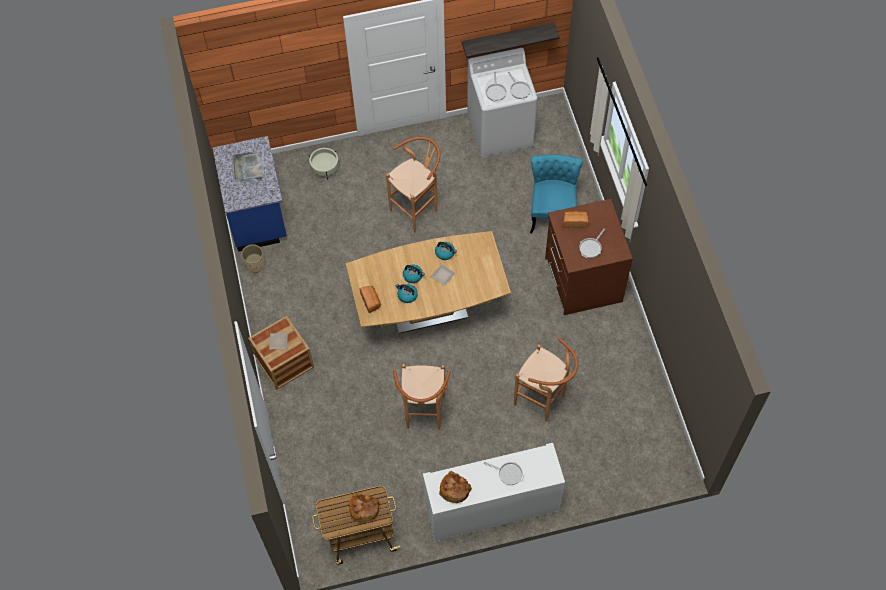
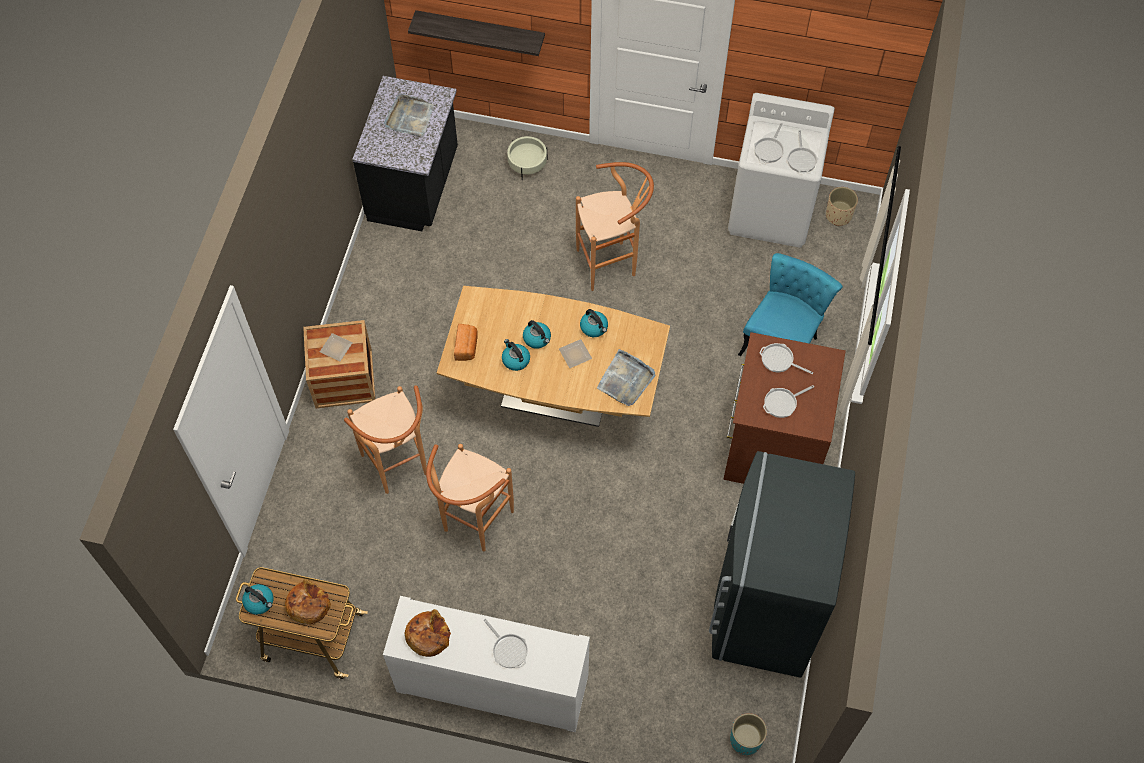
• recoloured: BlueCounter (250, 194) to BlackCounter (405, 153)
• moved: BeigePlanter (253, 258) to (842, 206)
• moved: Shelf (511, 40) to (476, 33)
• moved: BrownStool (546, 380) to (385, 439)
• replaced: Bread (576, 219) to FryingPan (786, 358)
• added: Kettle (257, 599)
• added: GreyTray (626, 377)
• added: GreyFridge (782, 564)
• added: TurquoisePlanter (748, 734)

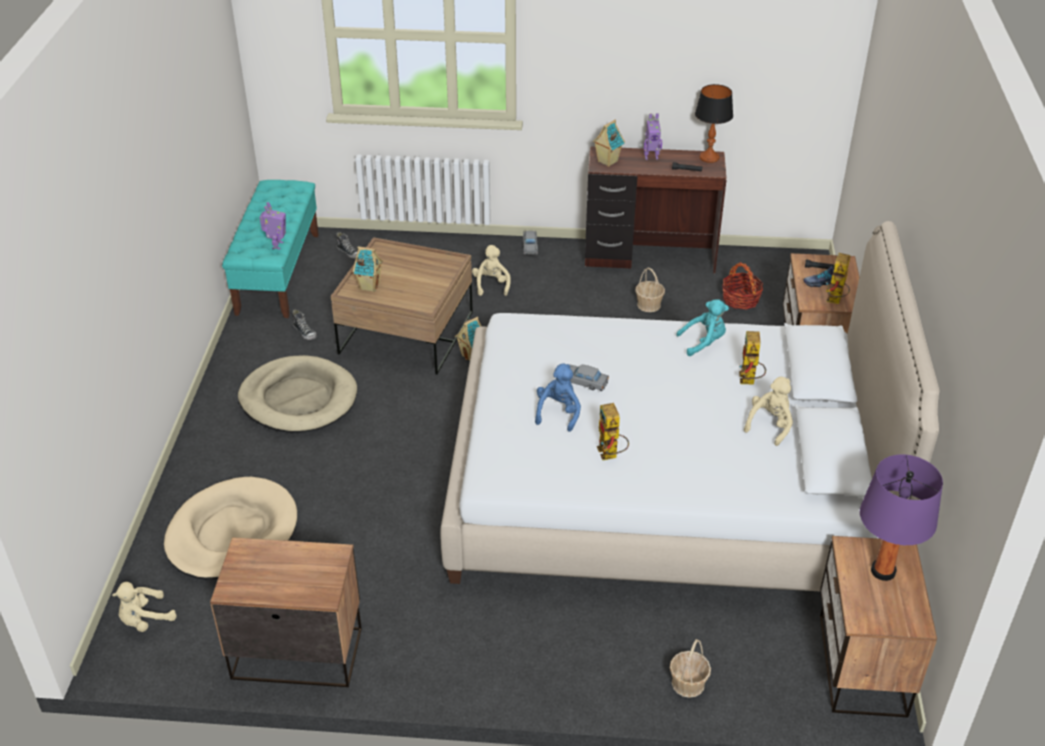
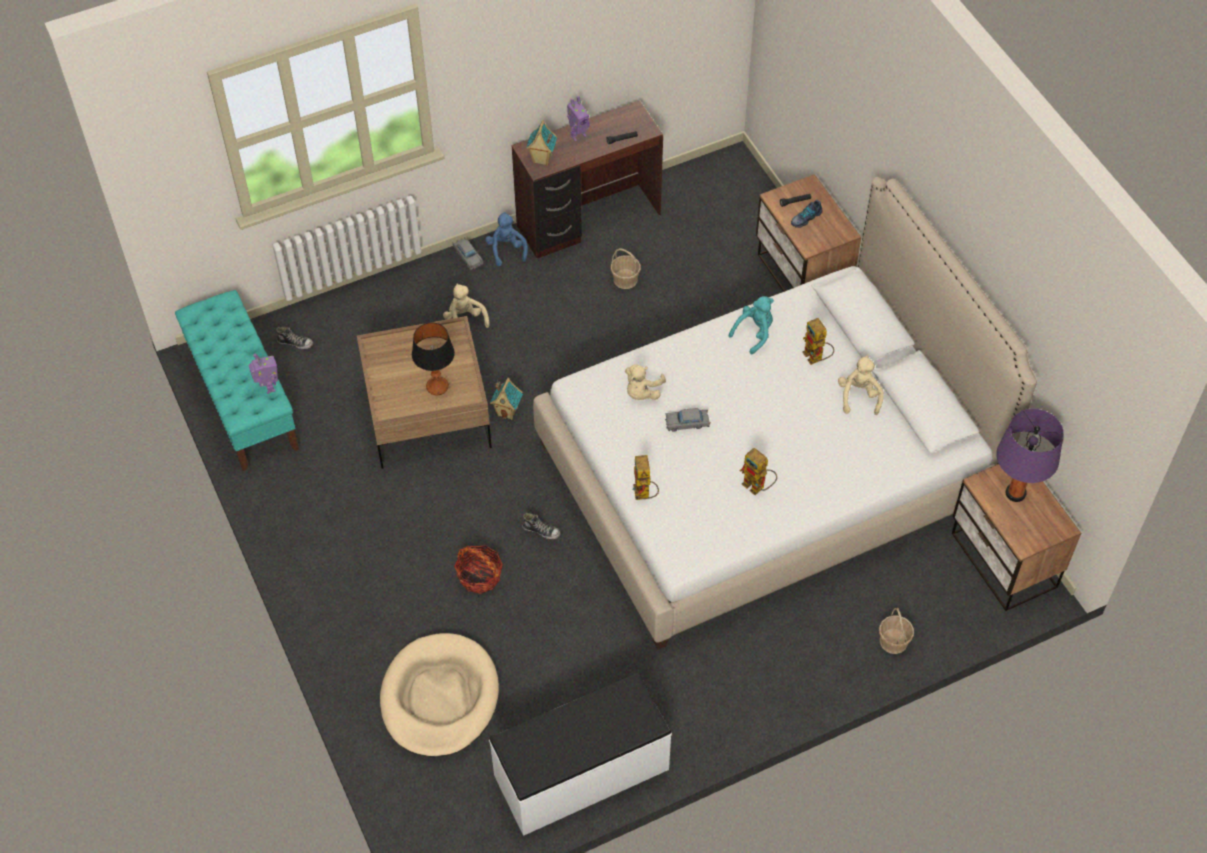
• moved: BeigePlushToy (144, 607) to (645, 382)
• replaced: Nightstand (286, 612) to WhiteBench (580, 754)
• removed: BeigeDogBed (297, 394)
• moved: Shoe (305, 325) to (541, 526)
• removed: ToyHouse (368, 269)
• moved: BluePlushToy (558, 398) to (506, 239)
• moved: TableLamp (714, 123) to (433, 359)
• moved: Basket (742, 286) to (478, 569)
• moved: ToyRobot (838, 278) to (645, 477)

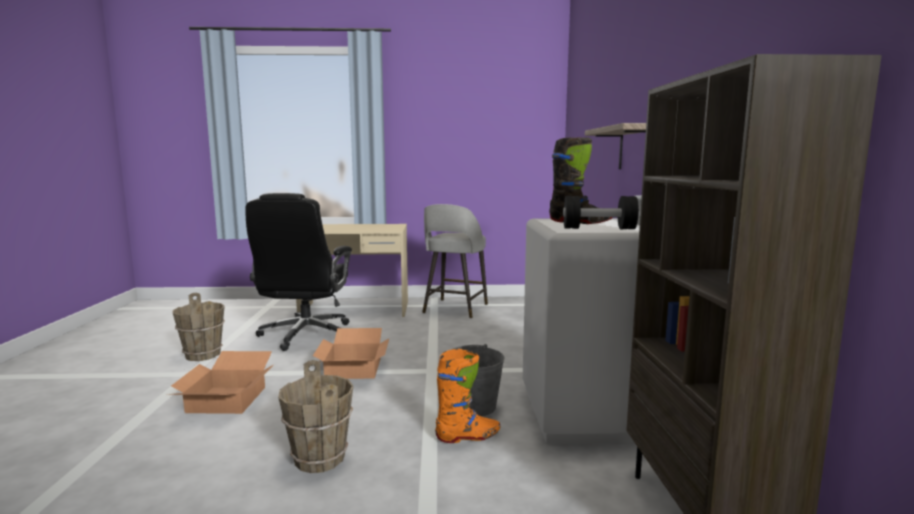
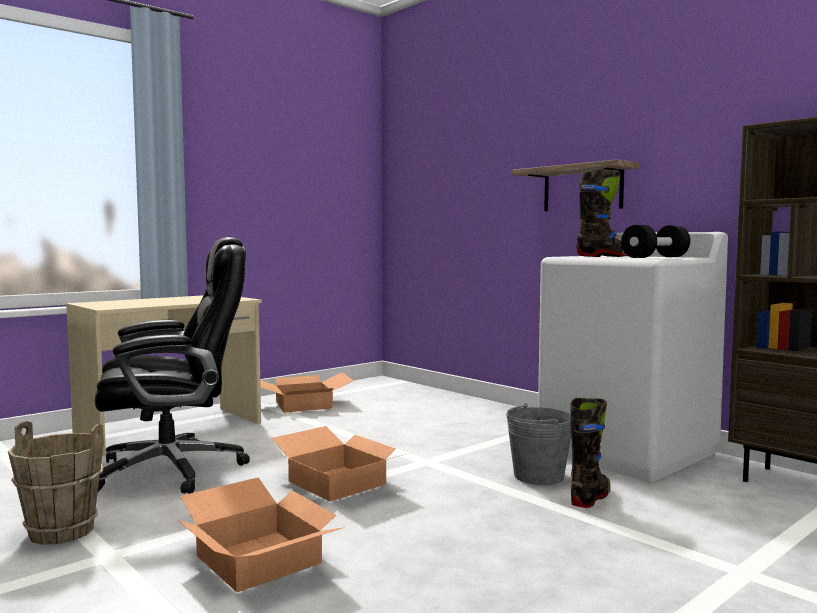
• turned: BlackOfficeChair (298, 272) = (172, 365) 75 degrees counterclockwise
• removed: BrownBucket (315, 416)
• replaced: GreyStool (455, 261) to CardboardBox (307, 392)
• recoloured: OrangeBoot (467, 396) to BlackBoot (590, 453)

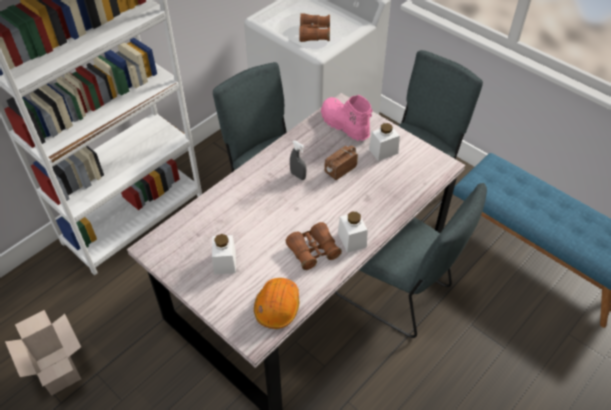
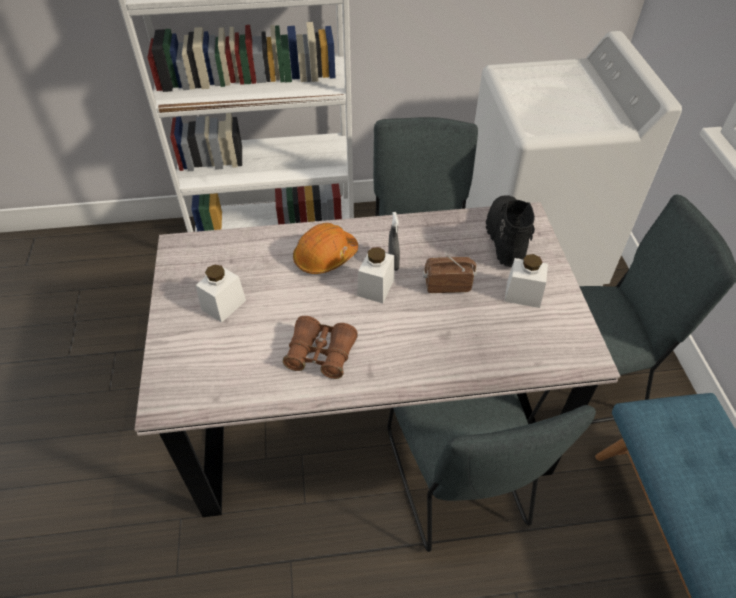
• removed: CardboardBox (43, 353)
• moved: OrangeHardHat (276, 303) to (325, 248)
• removed: BrownBinoculars (314, 27)
• recoloured: PinkBoot (347, 118) to BlackBoot (510, 231)
• moved: WhiteJar (353, 232) to (375, 275)

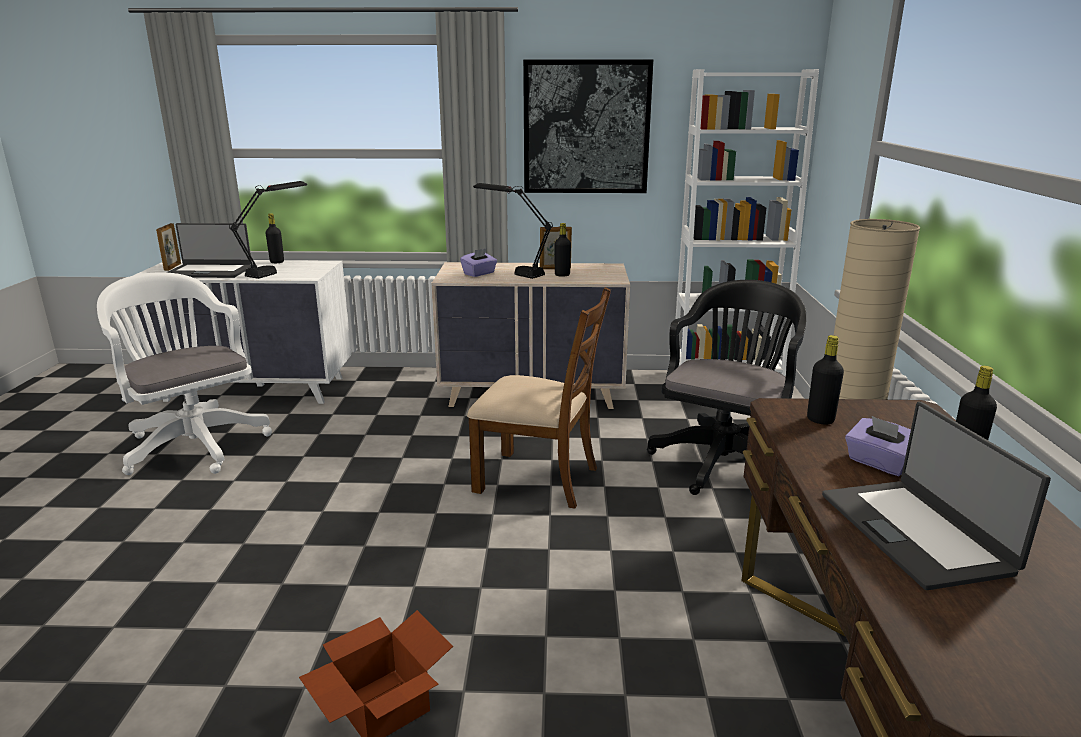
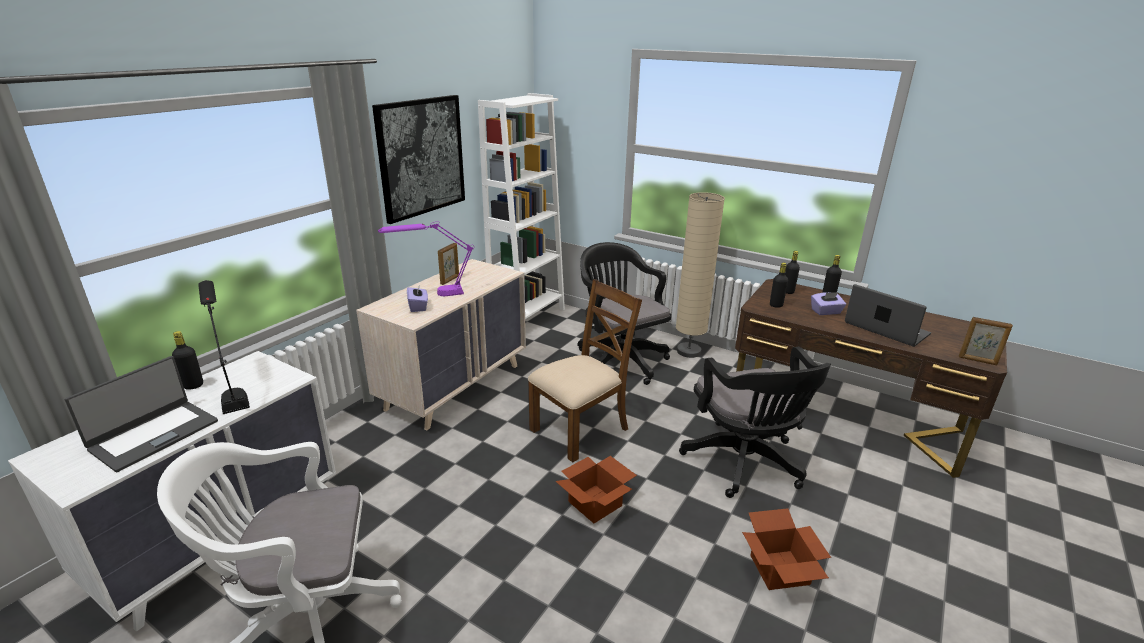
• moved: PictureFrame (168, 247) to (986, 341)
• recoloured: BlackTableLamp (513, 231) to PurpleTableLamp (426, 259)
• moved: BlackBottle (562, 250) to (792, 272)
• turned: Laptop (936, 496) = (888, 315) 150 degrees counterclockwise
• added: CardboardBox (596, 489)
• added: BlackOfficeChair (755, 422)

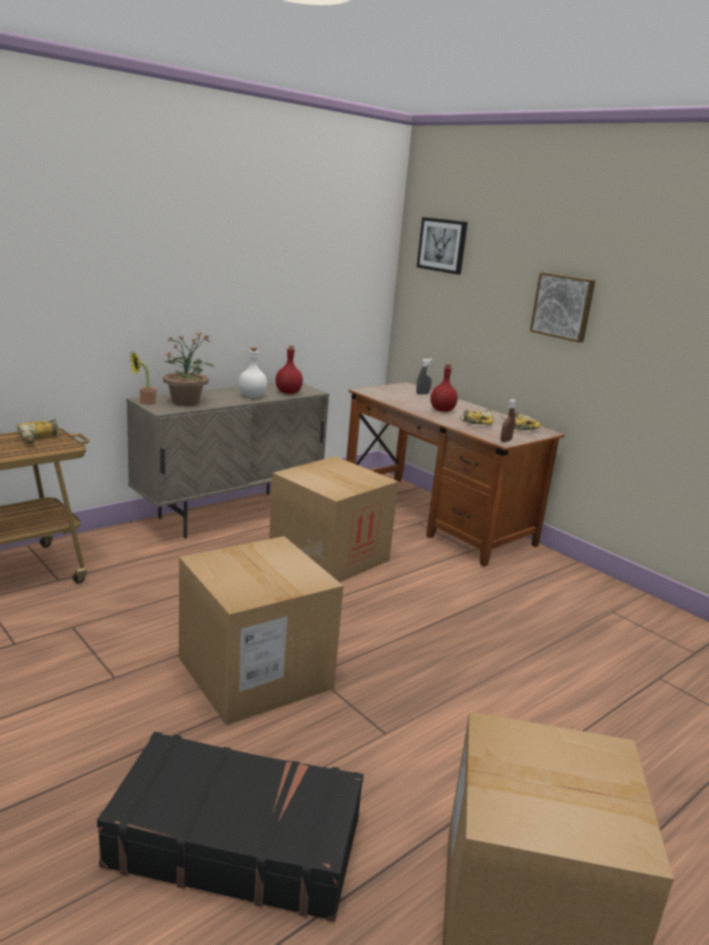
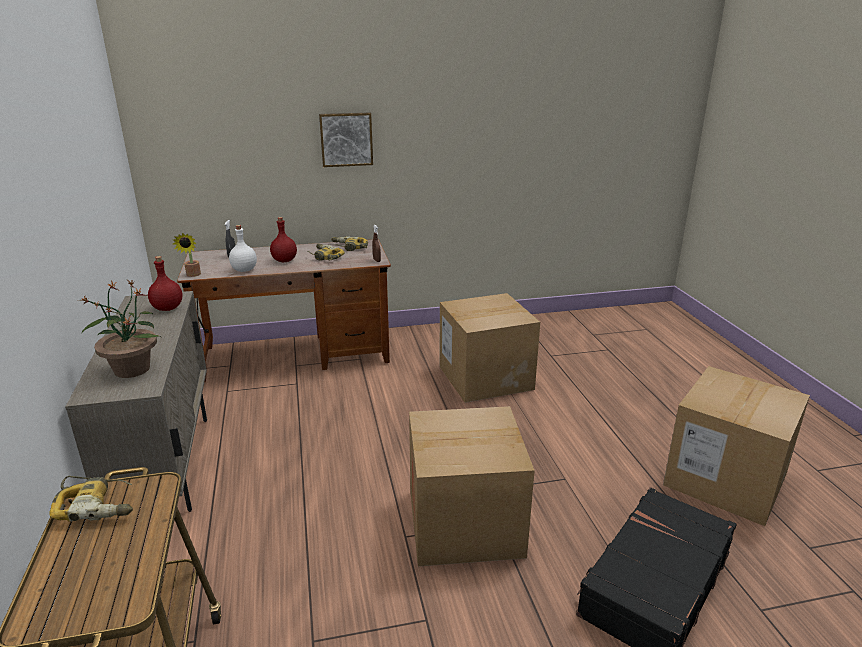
• moved: PottedPlant (142, 378) to (187, 255)
• moved: WhiteBottle (252, 372) to (243, 248)
• moved: CardboardBox (334, 519) to (489, 348)
• removed: Picture (442, 246)

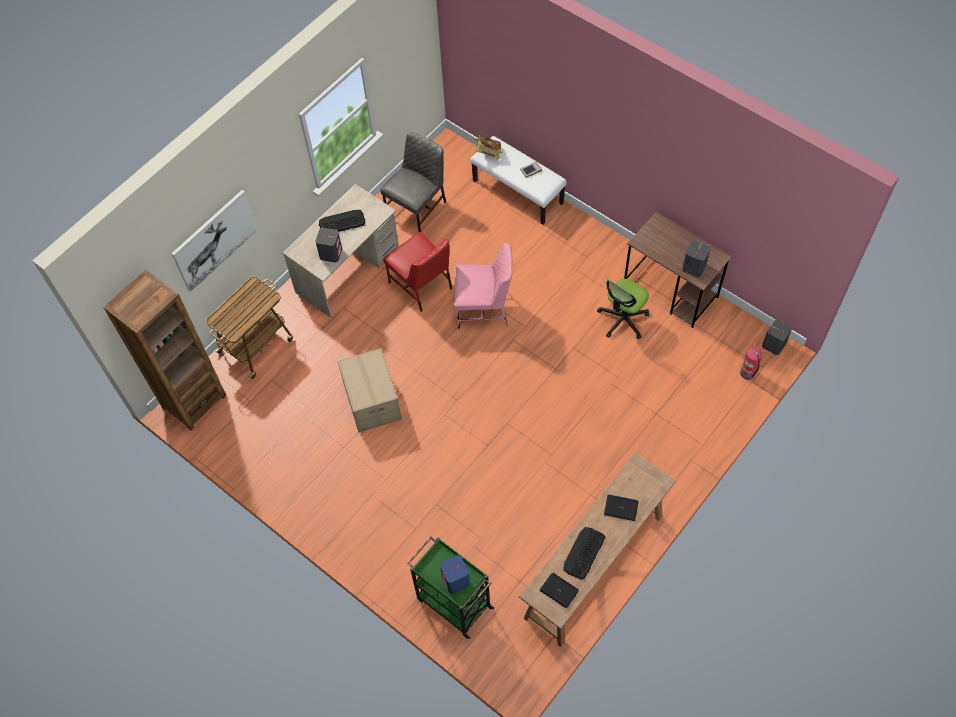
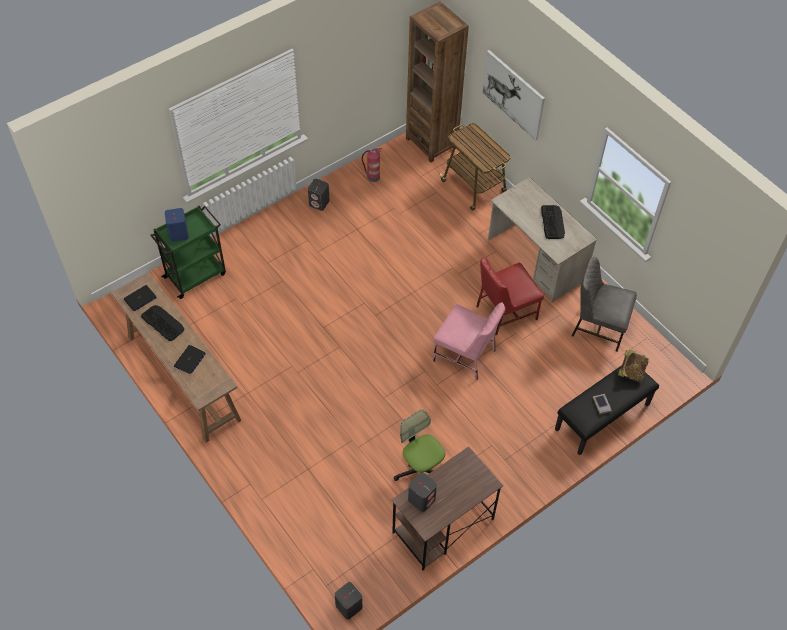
• moved: GreySpeaker (328, 245) to (319, 195)
• removed: CardboardBox (370, 390)
• turned: GreyChair (413, 182) = (604, 304) 150 degrees clockwise
• turned: PinkChair (483, 286) = (469, 341) 75 degrees counterclockwise
• recoloured: WhiteBench (518, 180) to BlackBench (607, 410)
• moved: FireExtinguisher (751, 360) to (372, 165)

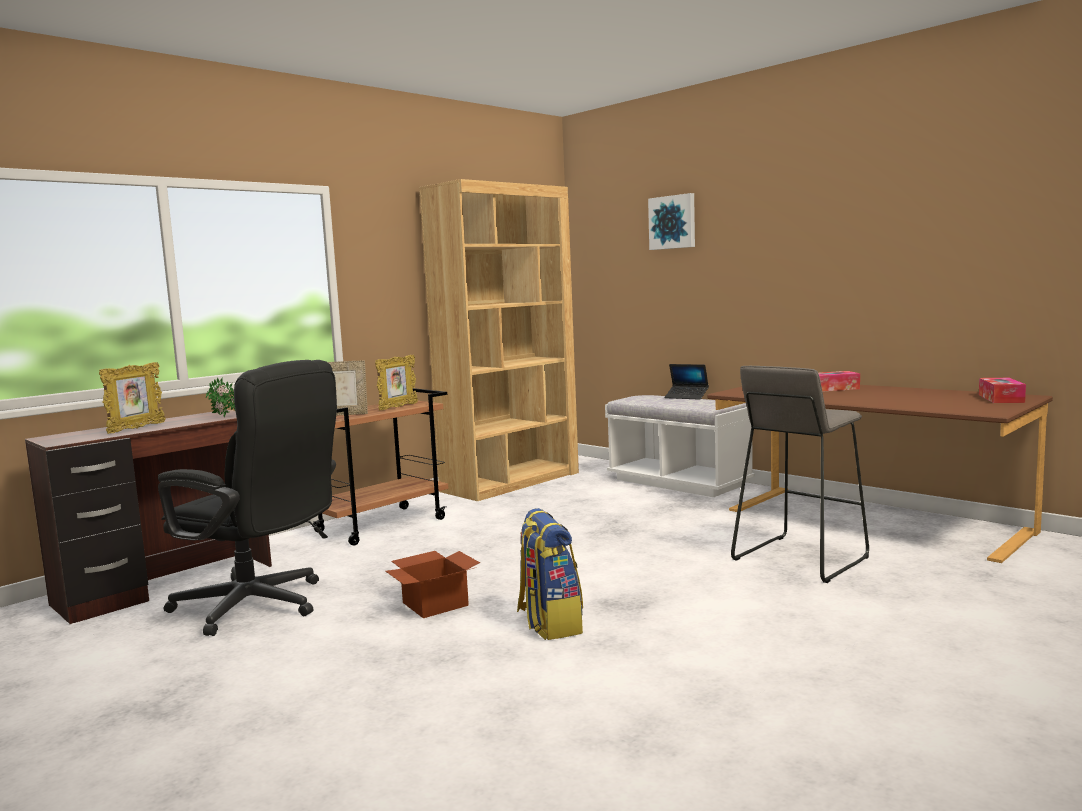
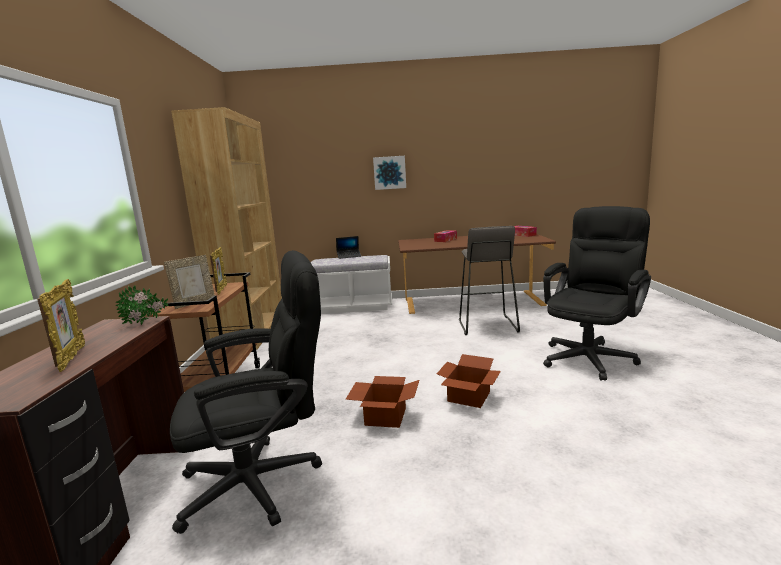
• replaced: Backpack (550, 574) to CardboardBox (469, 381)
• moved: Picture (671, 221) to (389, 173)
• added: BlackOfficeChair (597, 293)

